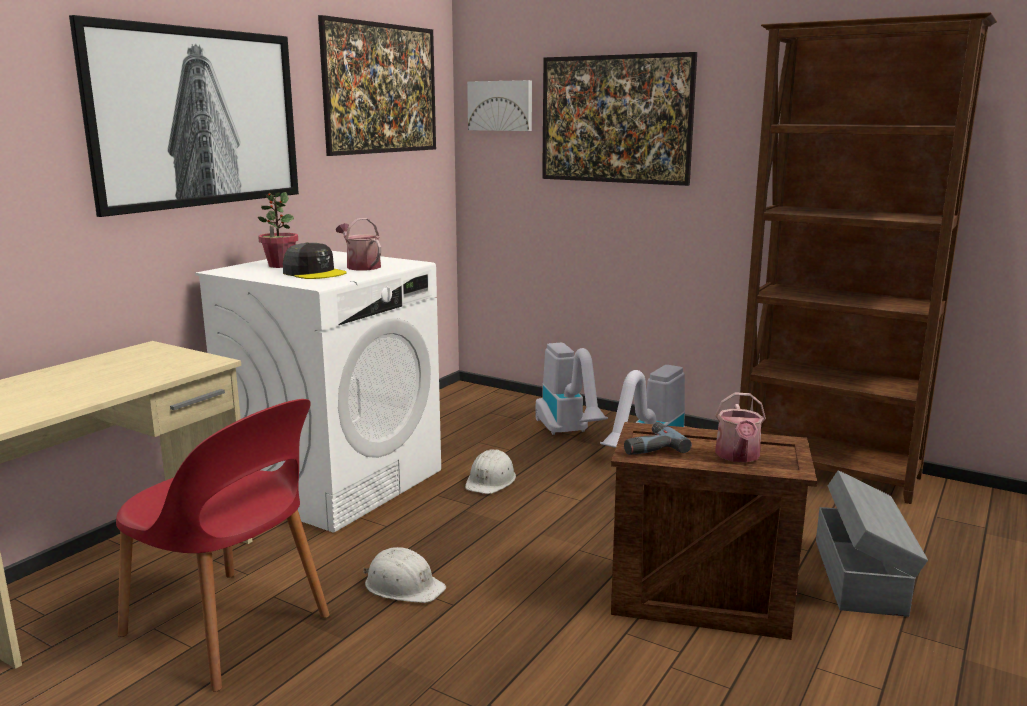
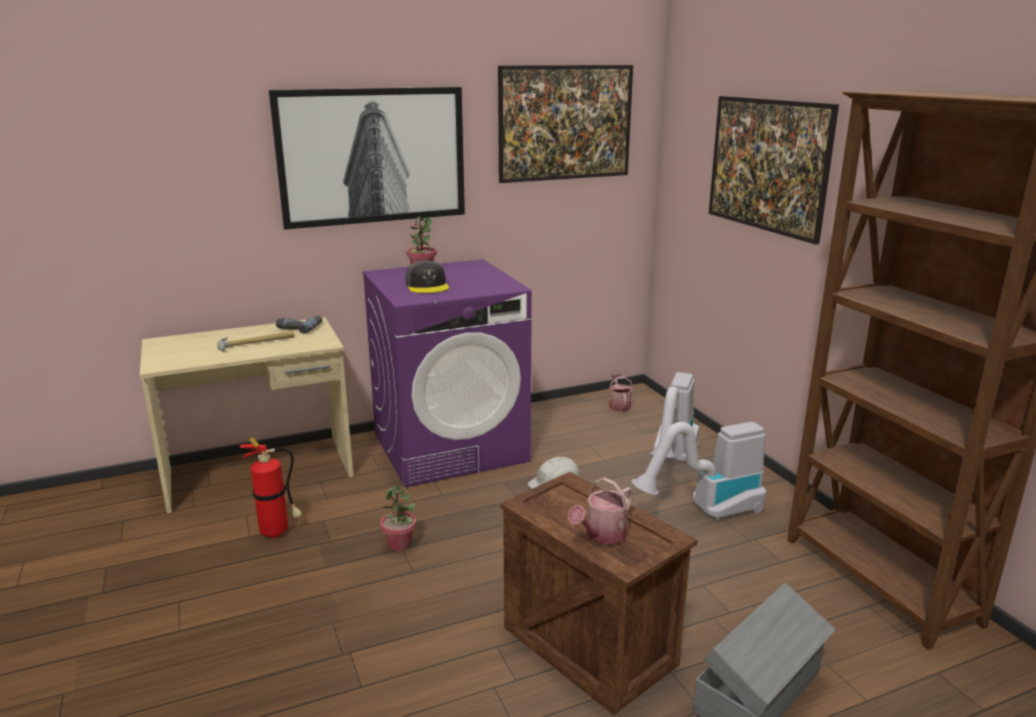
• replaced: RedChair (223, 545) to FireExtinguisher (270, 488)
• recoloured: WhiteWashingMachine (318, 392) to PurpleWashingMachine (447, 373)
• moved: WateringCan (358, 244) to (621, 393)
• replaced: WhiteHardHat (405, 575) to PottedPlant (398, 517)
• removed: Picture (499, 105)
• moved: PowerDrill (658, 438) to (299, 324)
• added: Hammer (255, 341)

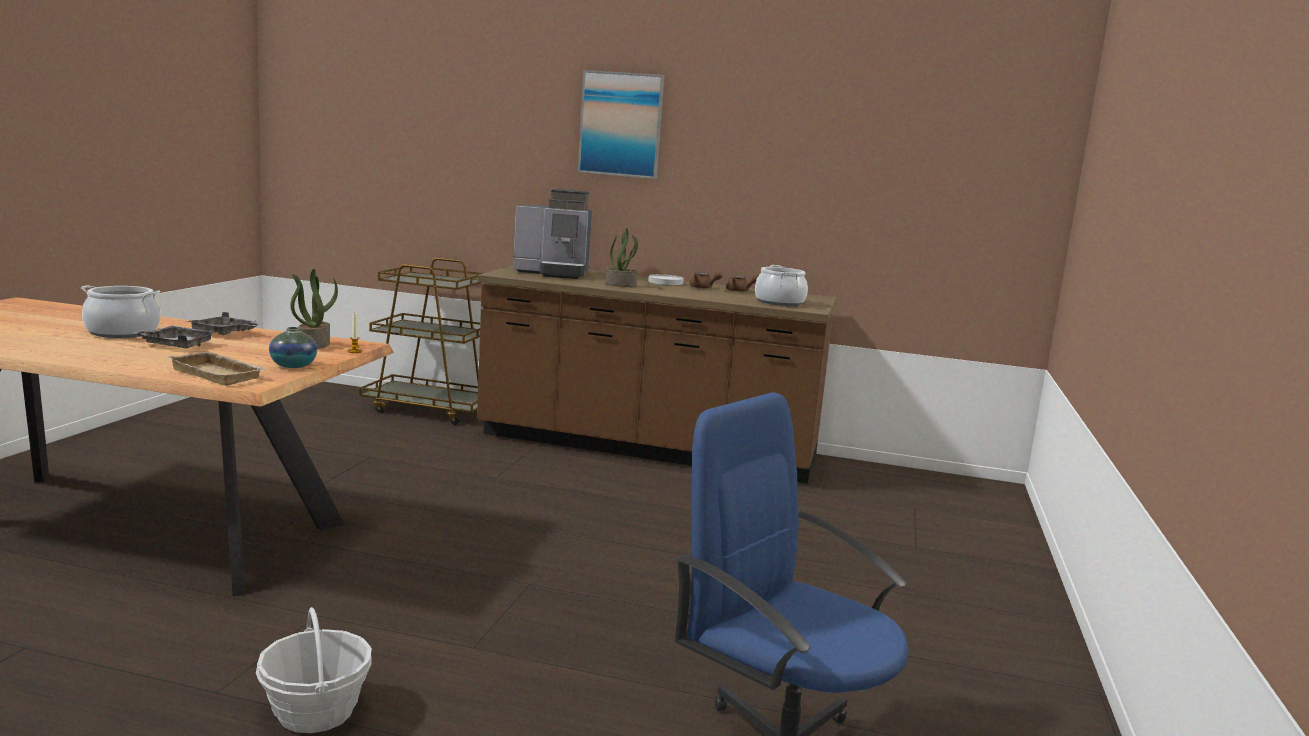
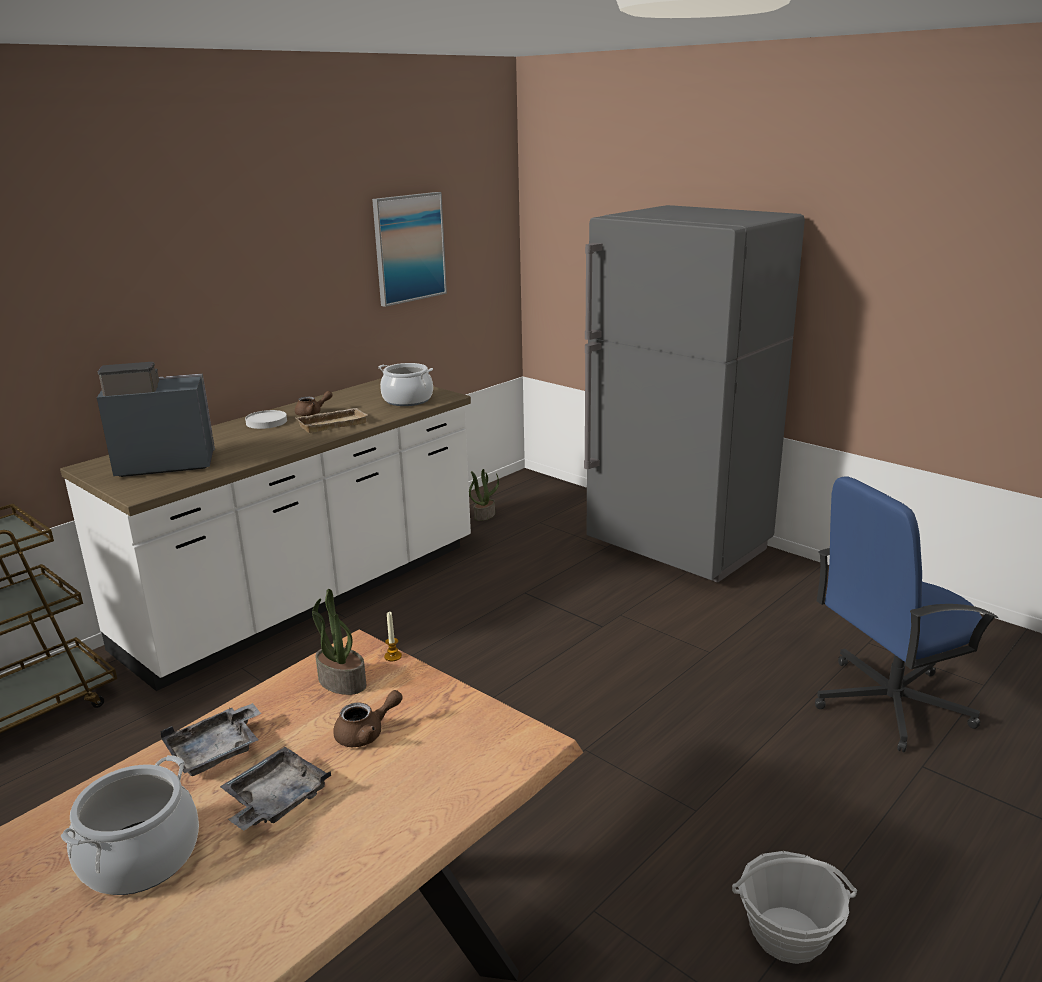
• moved: BeigeTray (216, 368) to (331, 420)
• removed: Vase (293, 347)
• recoloured: BrownCounter (657, 375) to WhiteCounter (265, 534)
• turned: CoffeeMachine (552, 234) = (156, 419) 135 degrees counterclockwise
• moved: Picture (621, 124) to (409, 249)
• moved: PottedPlant (621, 257) to (484, 495)
• moved: BrownTeapot (742, 283) to (368, 718)
• added: GreyFridge (694, 393)

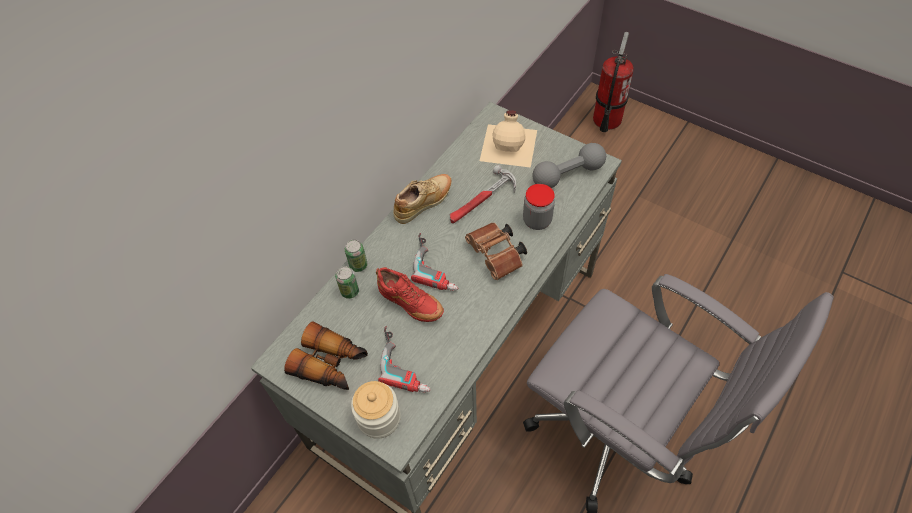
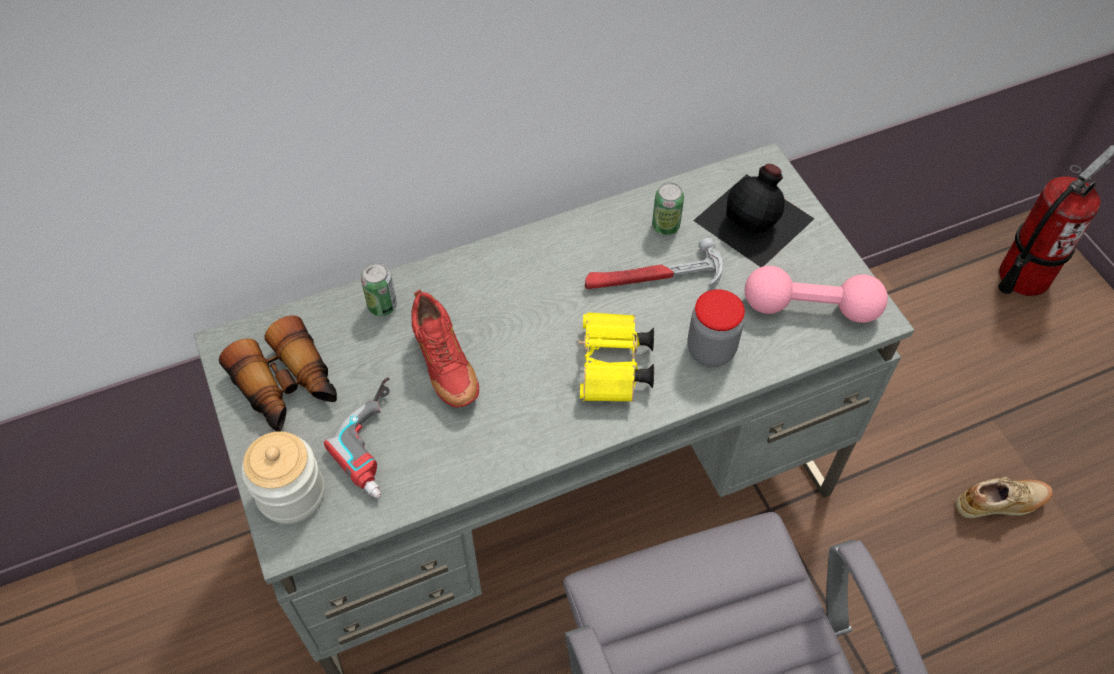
• moved: Can (356, 256) to (668, 208)
• moved: BeigeShoe (422, 199) to (1004, 497)
• removed: PowerDrill (434, 262)
• recoloured: BrownBinoculars (496, 251) to YellowBinoculars (616, 357)
• recoloured: BeigeBottle (508, 139) to BlackBottle (753, 215)
• recoloured: GreyDumbbell (569, 165) to PinkDumbbell (816, 294)

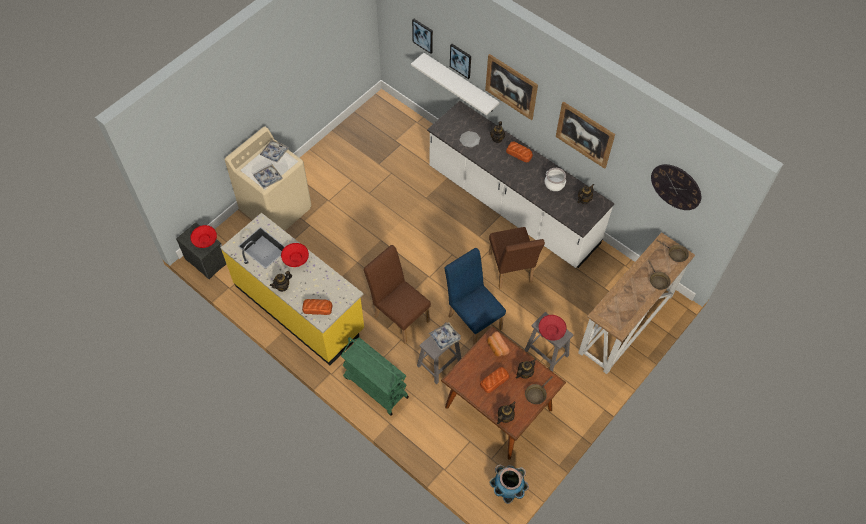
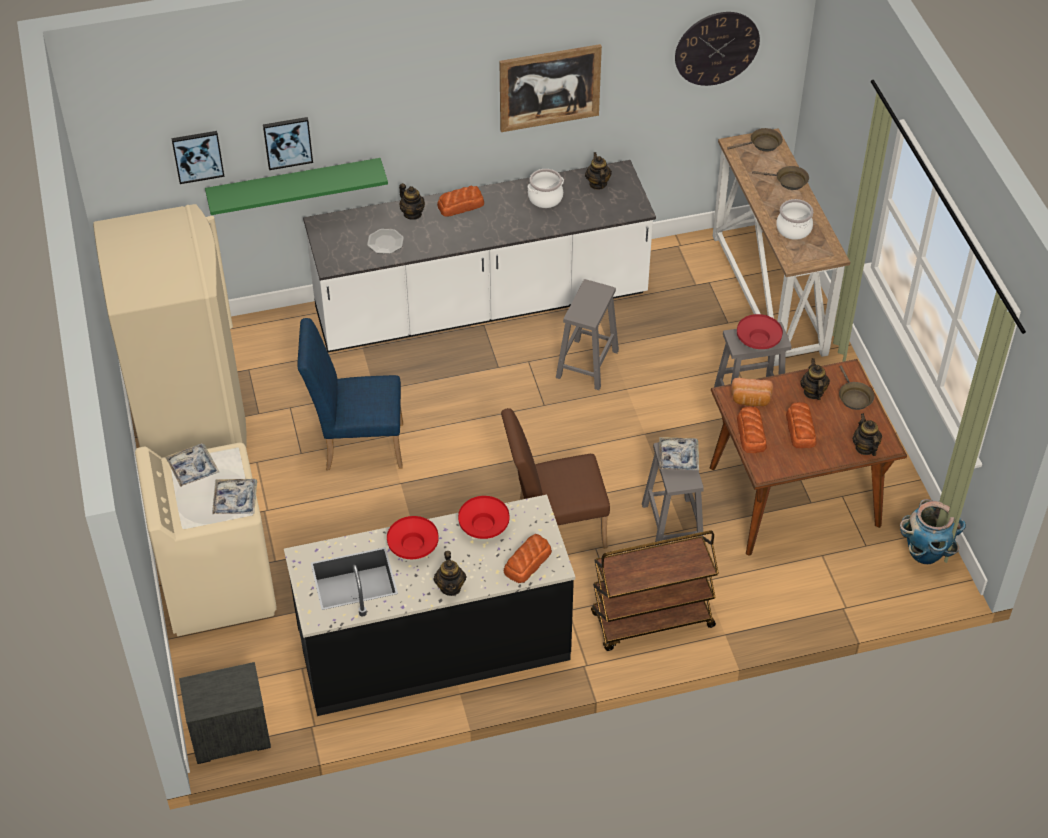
• moved: RedBowl (203, 236) to (483, 517)
• recoloured: YellowCounter (292, 289) to BlackCounter (429, 605)
• recoloured: GreenCart (375, 376) to BrownCart (655, 591)
• recoloured: WhiteShelf (455, 84) to GreenShelf (296, 186)
• moved: BlueChair (475, 297) to (350, 394)
• removed: Picture (511, 87)
• replaced: BrownChair (517, 258) to GreyStool (587, 334)
• added: BeigeFridge (170, 331)
• added: Bread (752, 430)
• added: CookingPot (794, 219)

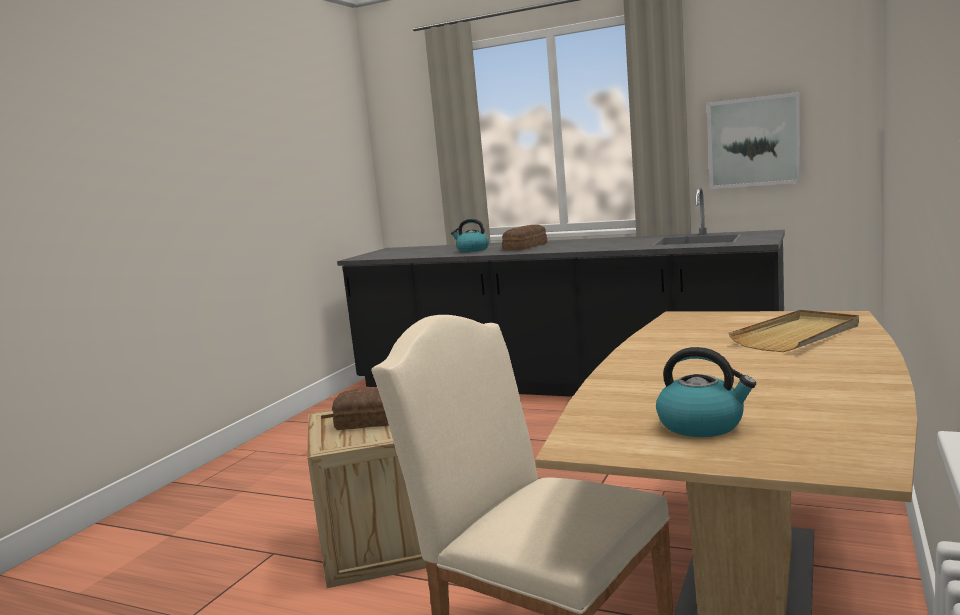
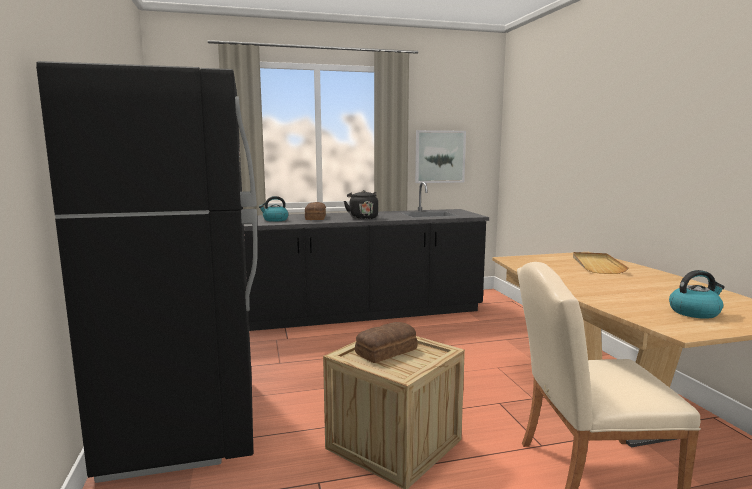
• added: BlackFridge (147, 272)
• added: BlackKettle (361, 204)

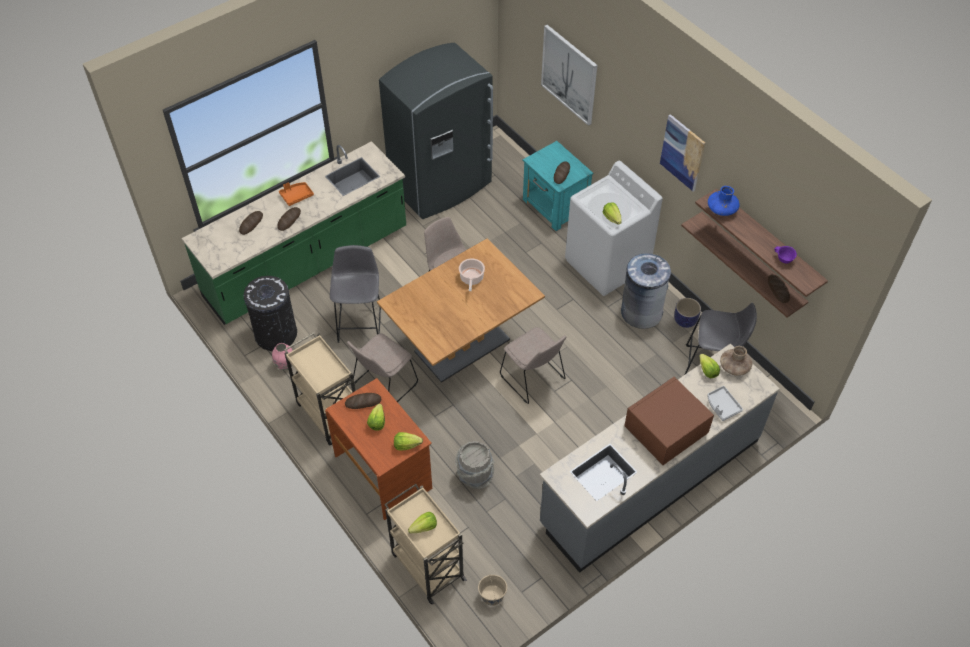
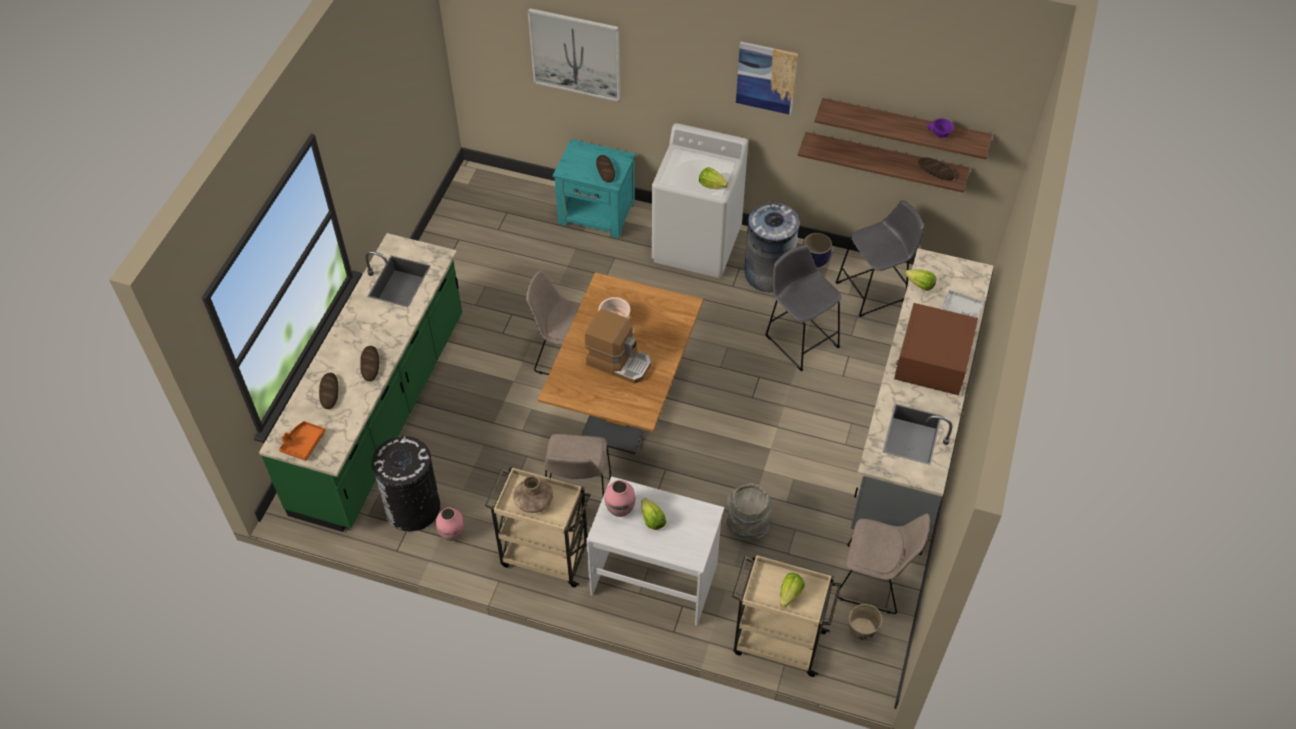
• moved: OrangeTray (296, 194) to (302, 441)
• recoloured: BrownDesk (378, 449) to WhiteDesk (655, 551)
• moved: GreyStool (355, 294) to (803, 308)
• replaced: Bread (363, 401) to PinkVase (620, 498)
• removed: GreyFridge (436, 131)
• removed: Lettuce (408, 441)
• moved: BeigeChair (533, 365) to (882, 564)
• removed: BlueVase (724, 201)
• moved: BrownVase (736, 361) to (533, 494)
• added: CoffeeMachine (618, 346)

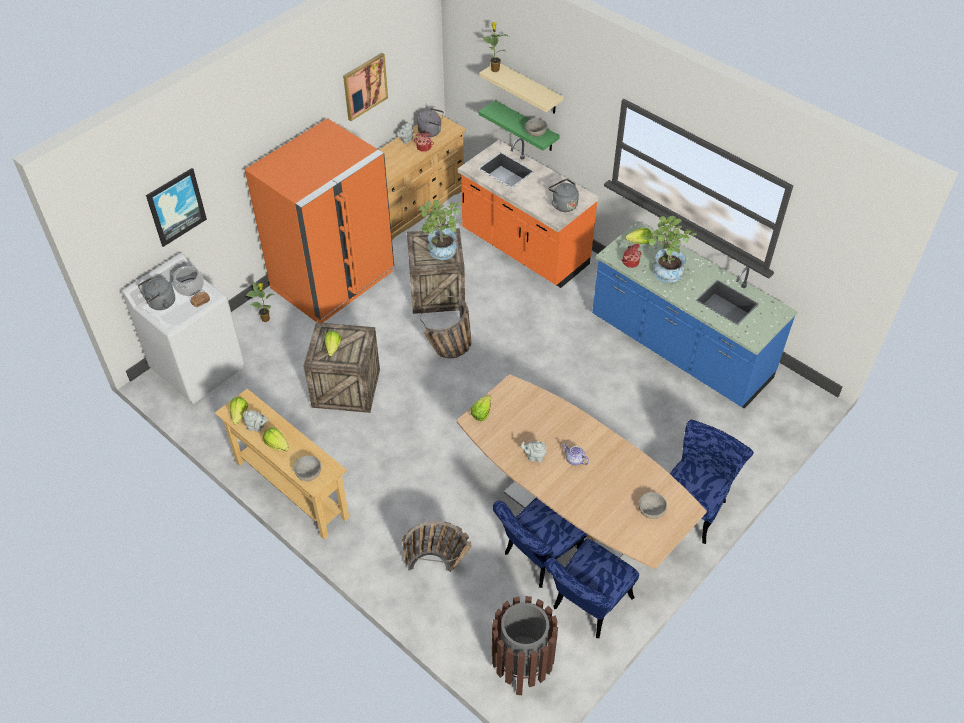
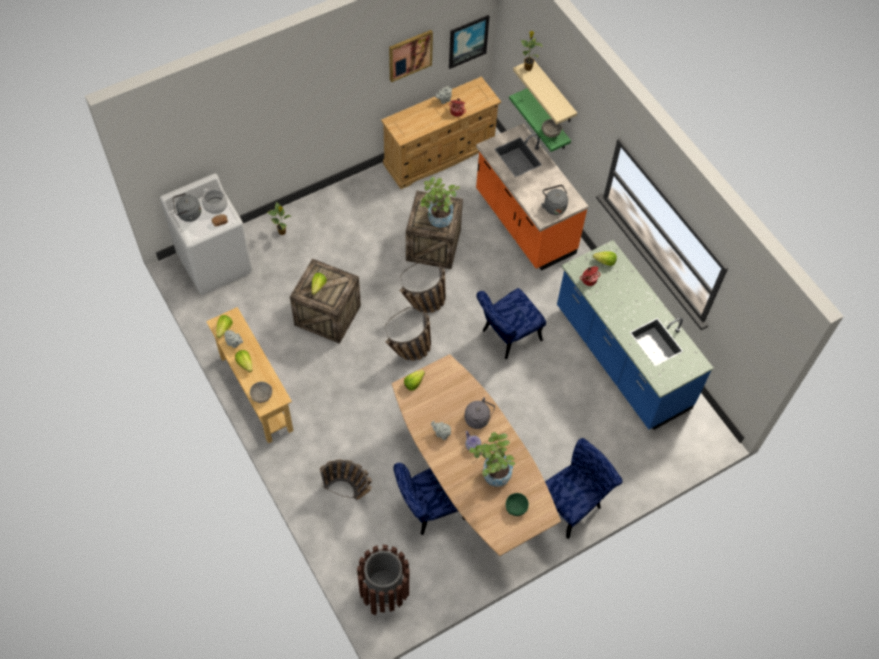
• moved: Picture (176, 207) to (469, 42)
• removed: OrangeFridge (319, 220)
• moved: GreyKettle (430, 122) to (479, 413)
• moved: BlueChair (591, 588) to (511, 323)
• recoloured: GreyBowl (652, 505) to GreenBowl (517, 504)
• moved: PottedPlant (670, 249) to (492, 459)
• added: Basket (408, 334)

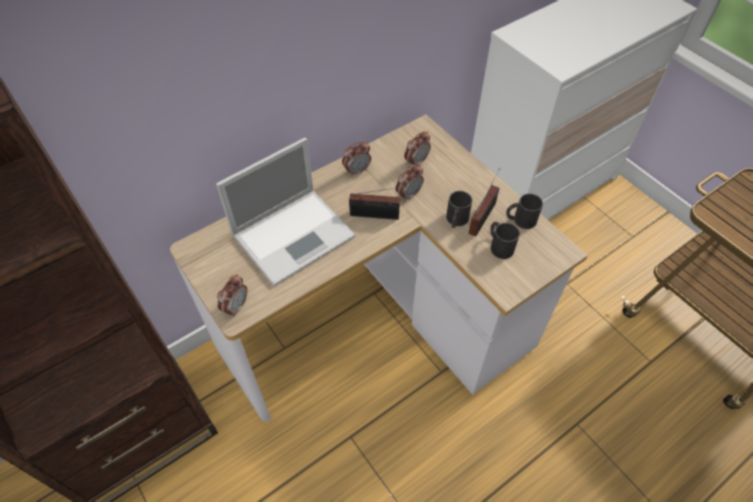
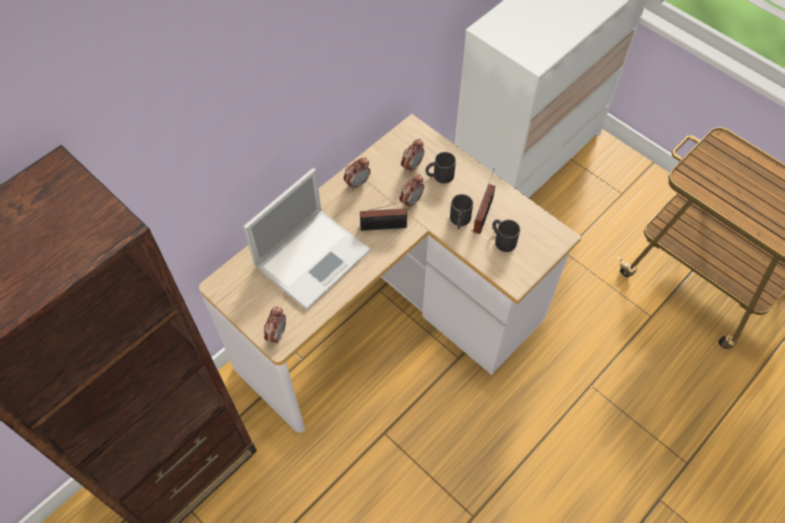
• moved: BlackMug (524, 211) to (440, 168)

